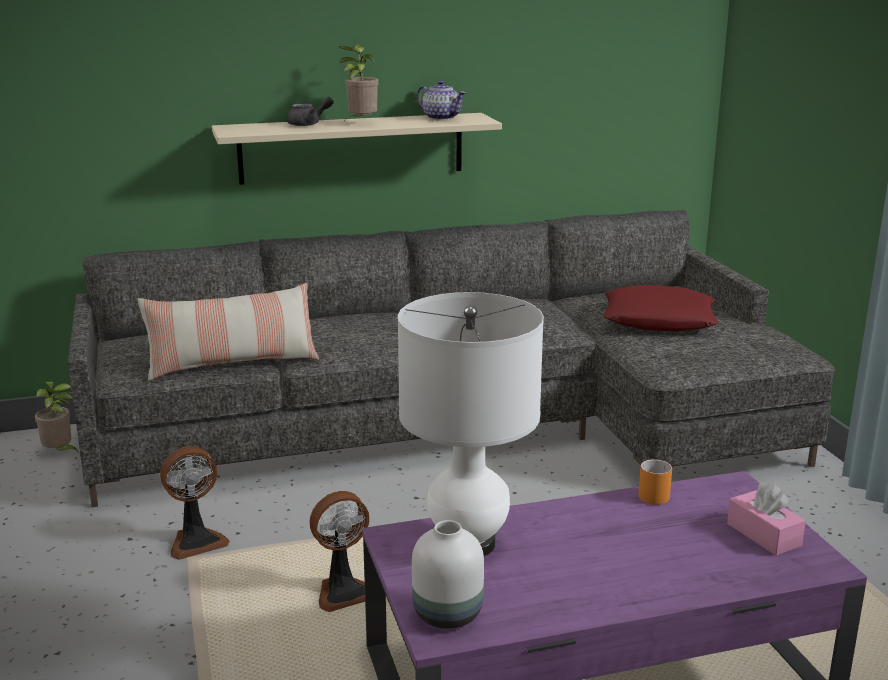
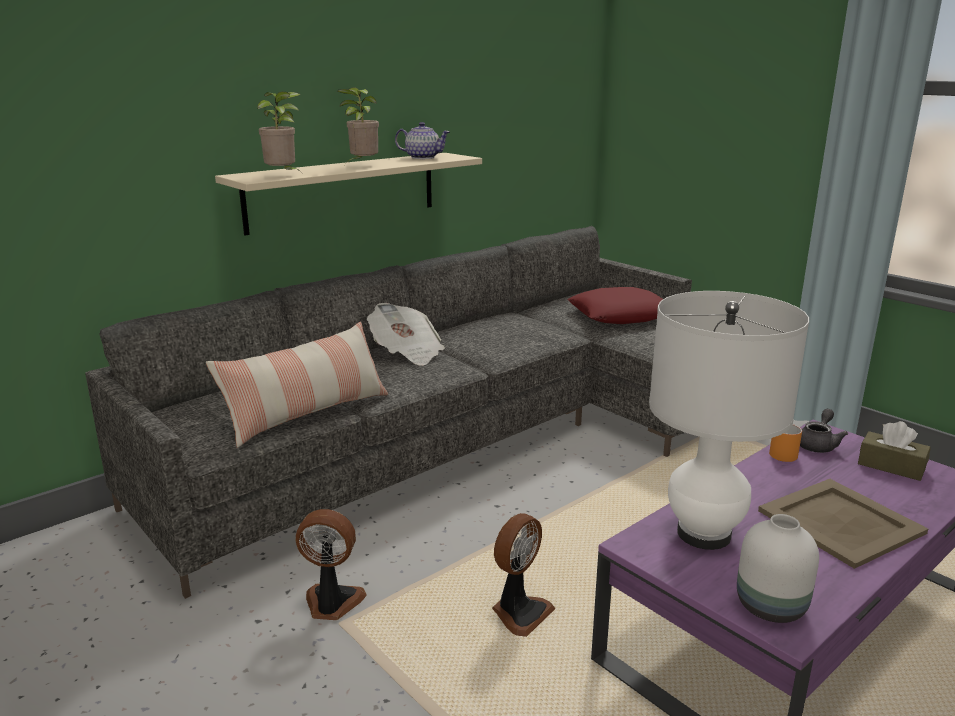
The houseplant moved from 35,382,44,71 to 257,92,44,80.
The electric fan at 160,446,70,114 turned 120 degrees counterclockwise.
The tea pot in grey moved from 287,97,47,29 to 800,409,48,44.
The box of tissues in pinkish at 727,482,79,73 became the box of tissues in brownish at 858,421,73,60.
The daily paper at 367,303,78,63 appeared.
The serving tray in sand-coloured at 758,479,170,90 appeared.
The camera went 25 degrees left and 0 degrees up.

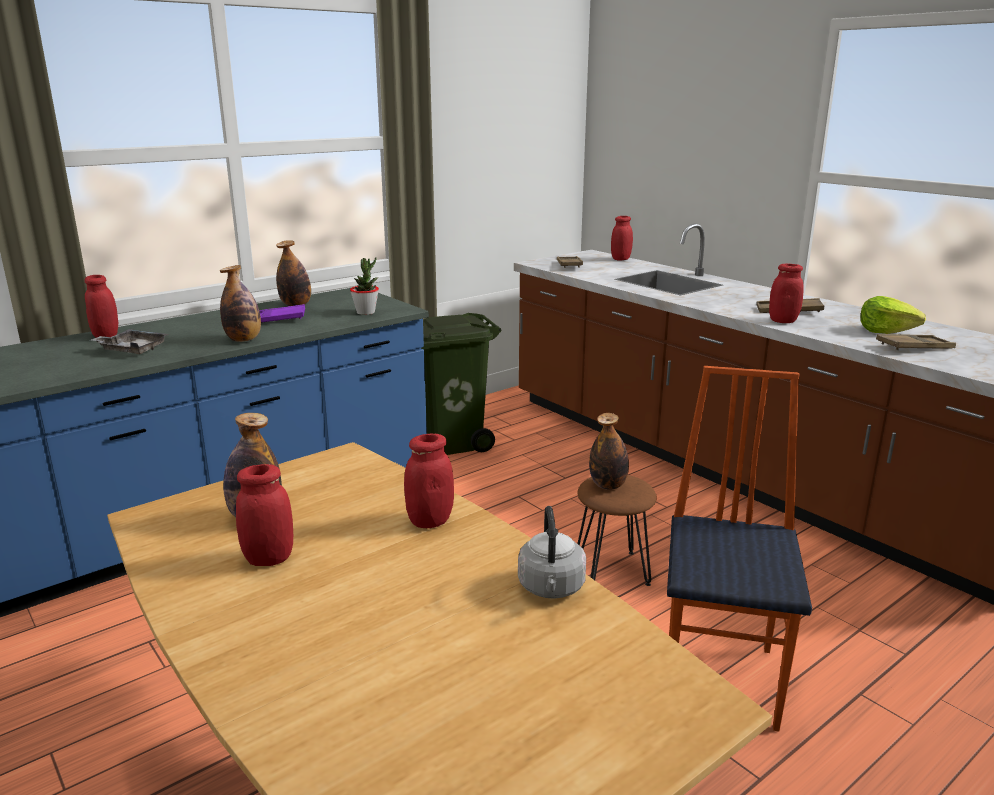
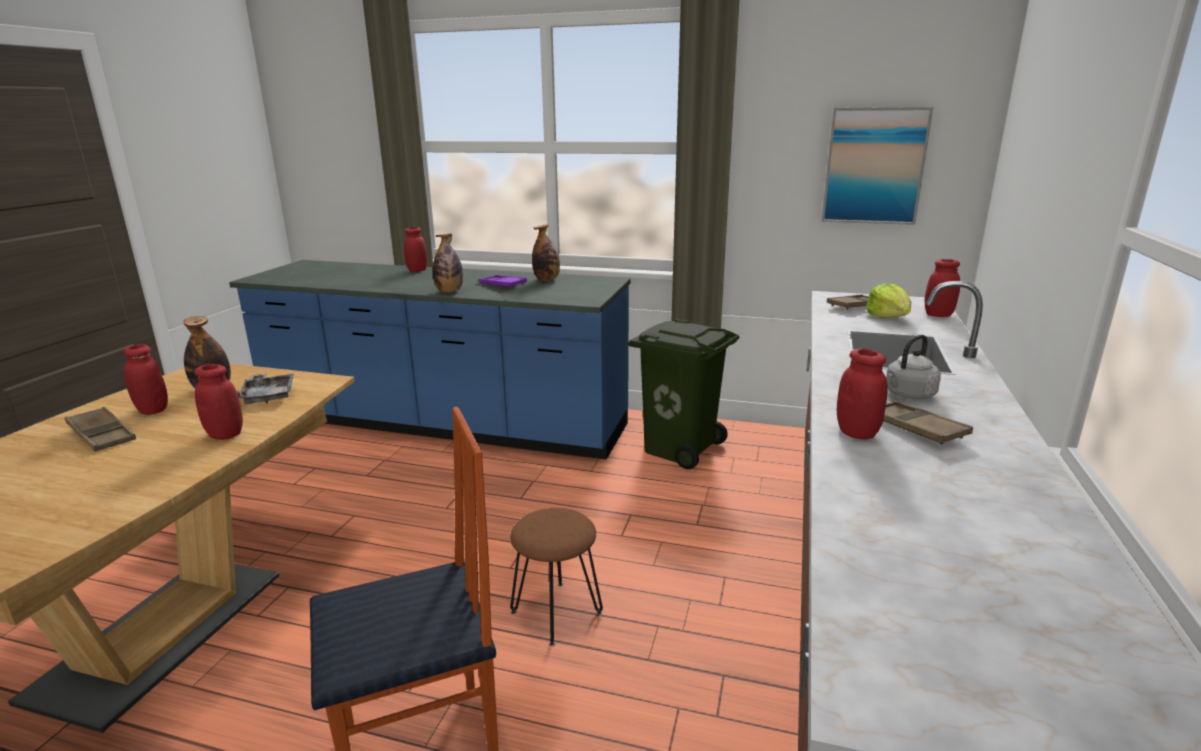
The serving tray in grey moved from 90,329,79,25 to 237,373,57,31.
The houseplant at 350,258,29,57 disappeared.
The tea kettle in grey moved from 518,506,68,93 to 886,335,55,64.
The drink bottle at 589,413,40,77 disappeared.
The lettuce moved from 861,296,65,38 to 866,283,45,35.
The serving tray in brownish moved from 876,334,80,16 to 65,407,71,45.
The picture at 822,107,111,118 appeared.
The camera went 55 degrees right and 0 degrees up.

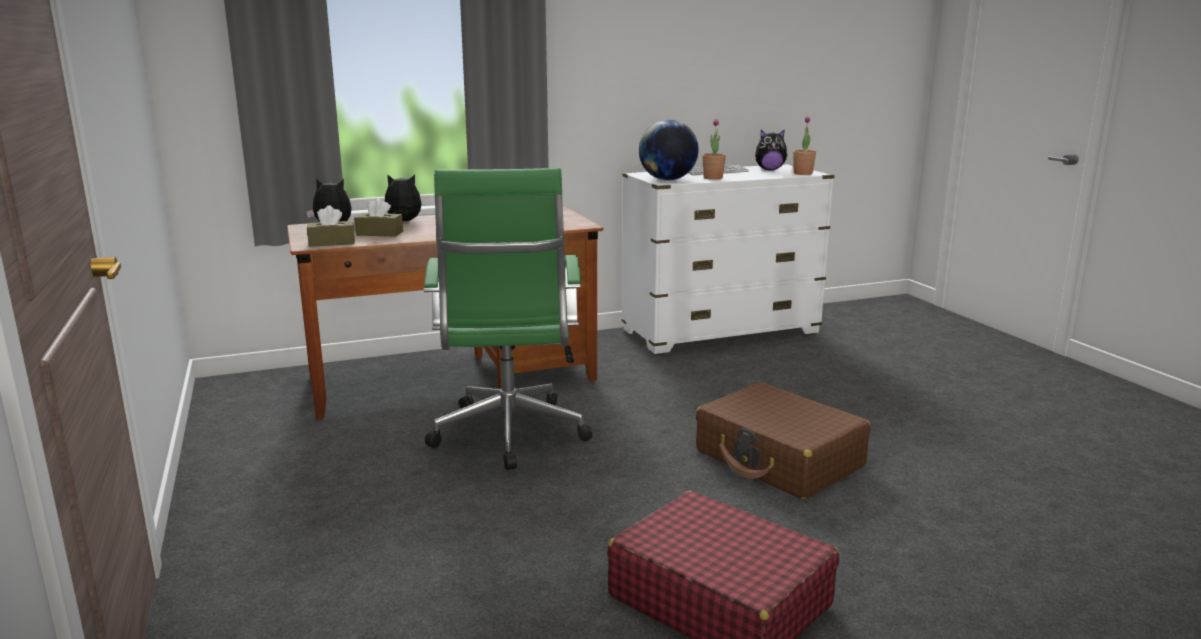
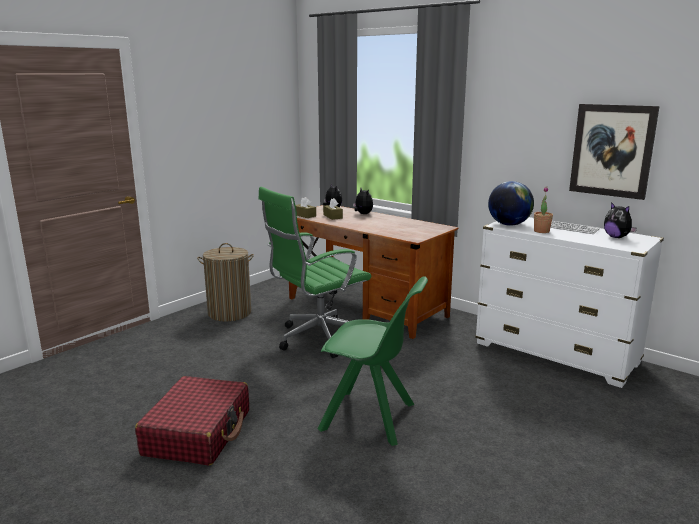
The piece of luggage in brownish at 696,382,174,118 was replaced by the plain chair in green-coloured at 317,276,111,170.
The houseplant at 793,116,23,59 disappeared.
The washing basket at 197,243,57,78 appeared.
The picture at 569,104,91,96 appeared.
The camera went 60 degrees right and 0 degrees up.

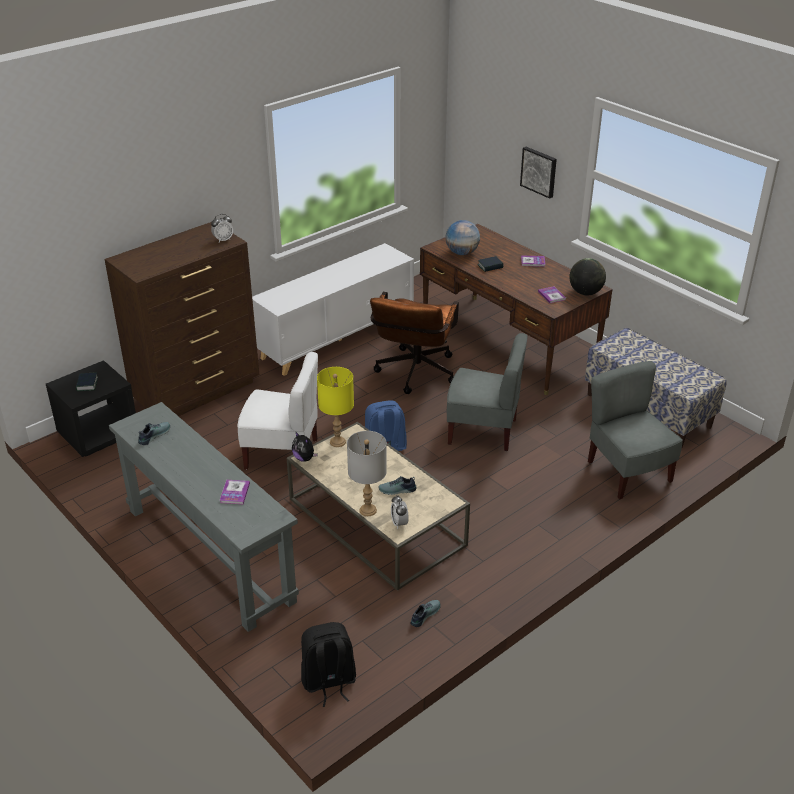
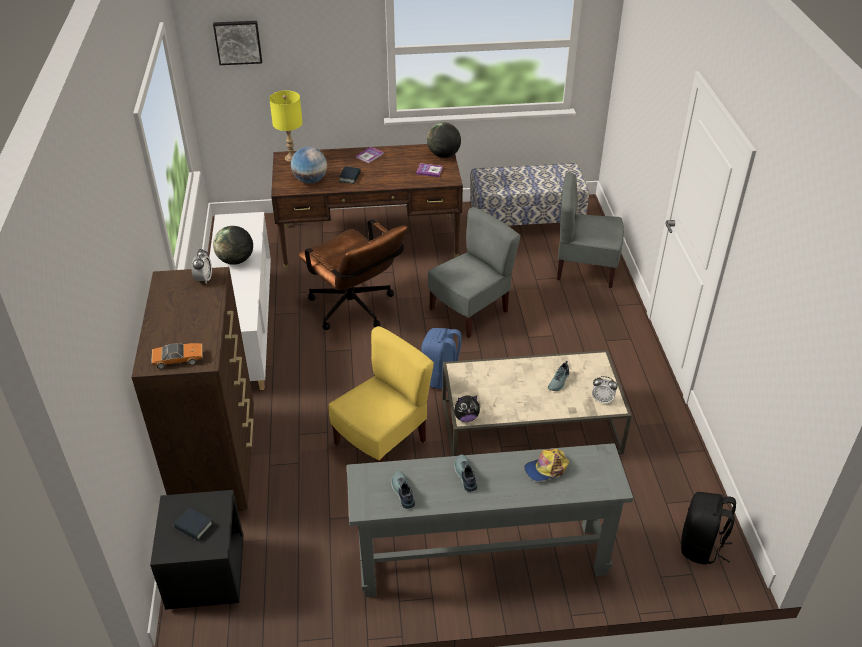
The bound book at 219,480,31,24 was replaced by the peaked cap at 524,449,45,32.
The plain chair in white-coloured at 237,352,81,118 became the plain chair in yellow at 329,326,105,136.
The table lamp in yellow moved from 317,367,37,80 to 269,90,34,72.
The table lamp in grey at 347,431,40,85 disappeared.
The shoe moved from 411,600,30,27 to 454,455,23,37.
The picture moved from 520,147,37,52 to 213,21,49,44.
The model car at 151,343,52,26 appeared.
The desk globe at 213,226,40,39 appeared.
The camera went 55 degrees left and 5 degrees up.

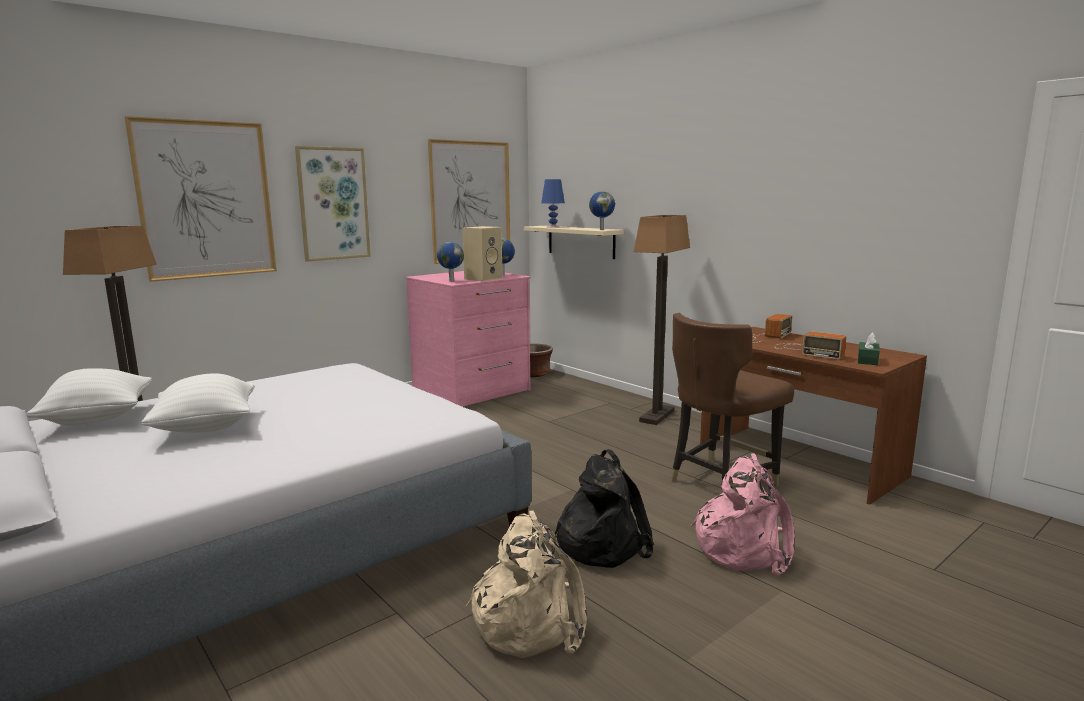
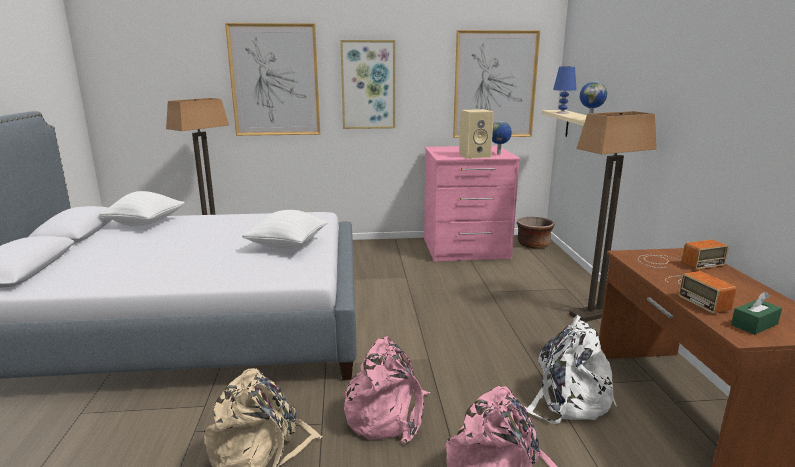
The pillow in white-coloured moved from 141,373,114,60 to 242,210,85,40.
The desk globe at 437,242,27,40 disappeared.
The backpack in black-coloured at 554,449,100,119 became the backpack in pinkish at 343,336,87,108.
The plain chair in brownish at 670,313,124,180 was replaced by the backpack in white-coloured at 524,315,93,109.
The camera went 35 degrees right and 5 degrees up.

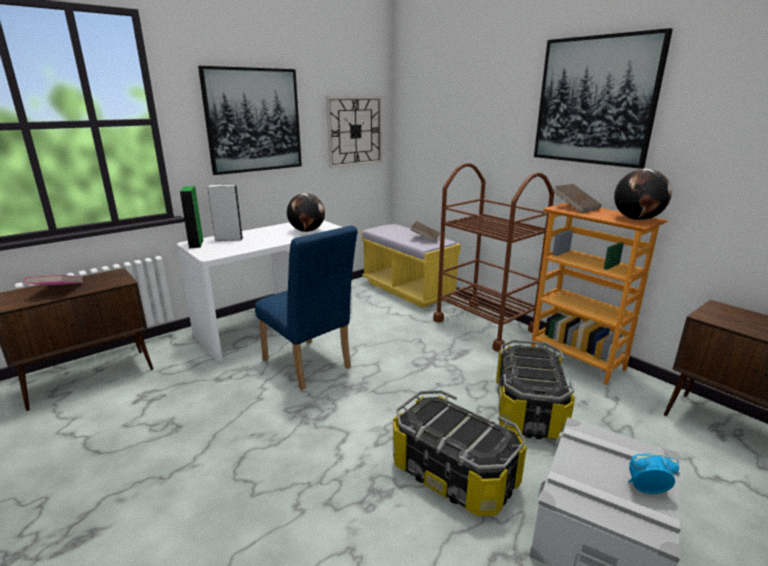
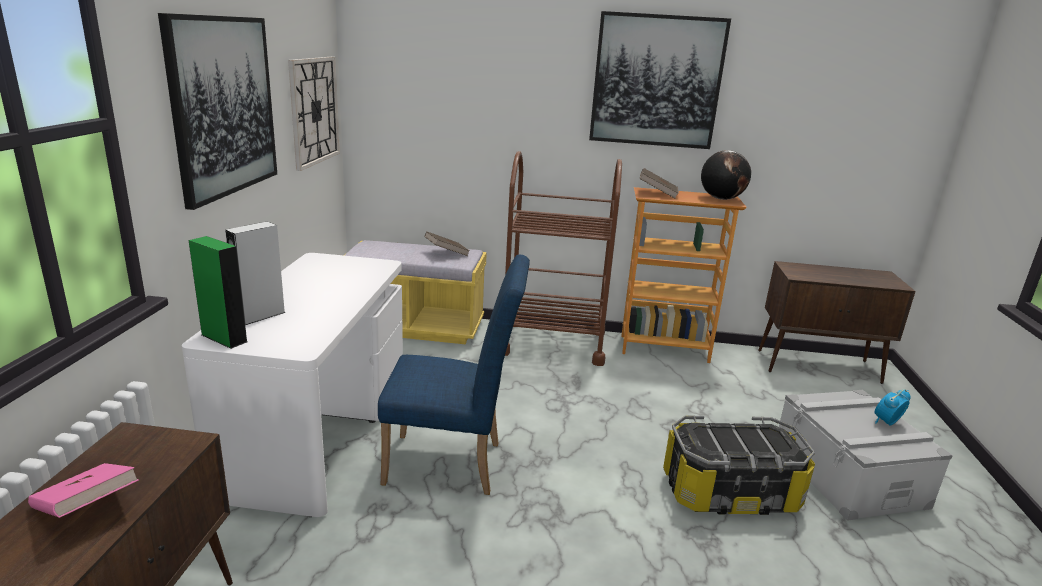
The desk globe at 287,193,38,39 disappeared.
The storage bin at 496,340,79,99 disappeared.
The camera went 45 degrees left and 0 degrees up.

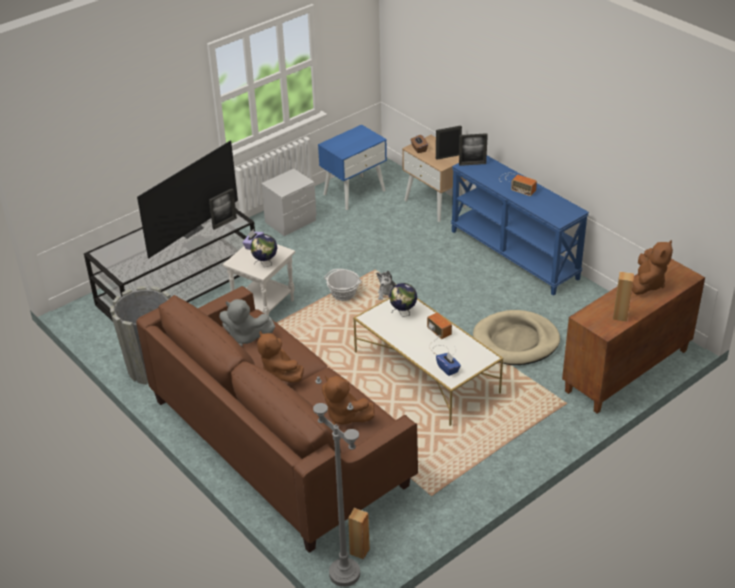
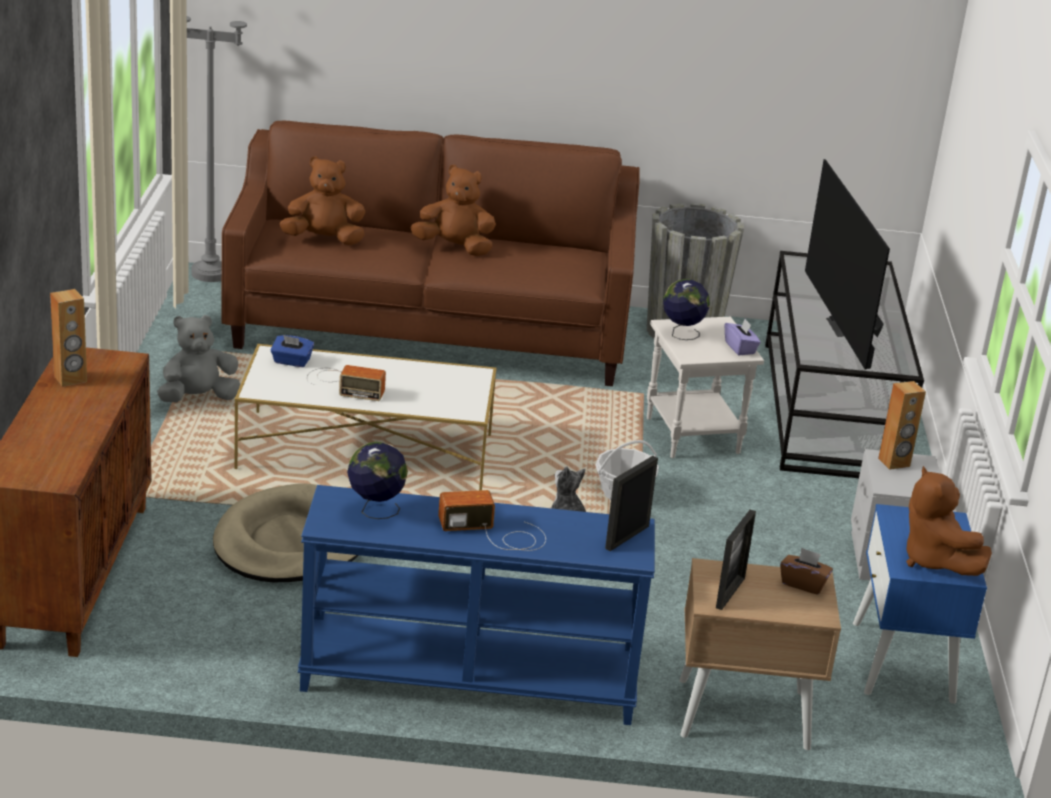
The photo frame at 209,188,28,42 disappeared.
The plush toy in grey moved from 219,299,56,48 to 157,315,83,88.
The audio speaker in brownish moved from 348,508,22,51 to 878,381,48,89.
The desk globe moved from 389,283,28,34 to 347,442,61,77.
The plush toy in brownish moved from 632,240,41,55 to 906,466,86,110.
The camera went 130 degrees right and 10 degrees down.

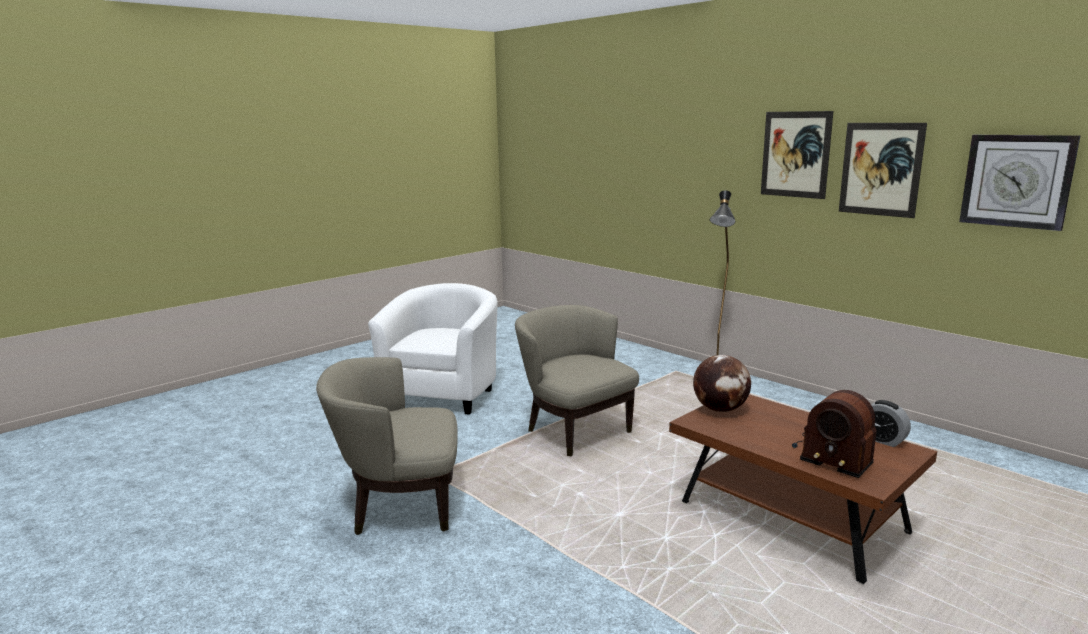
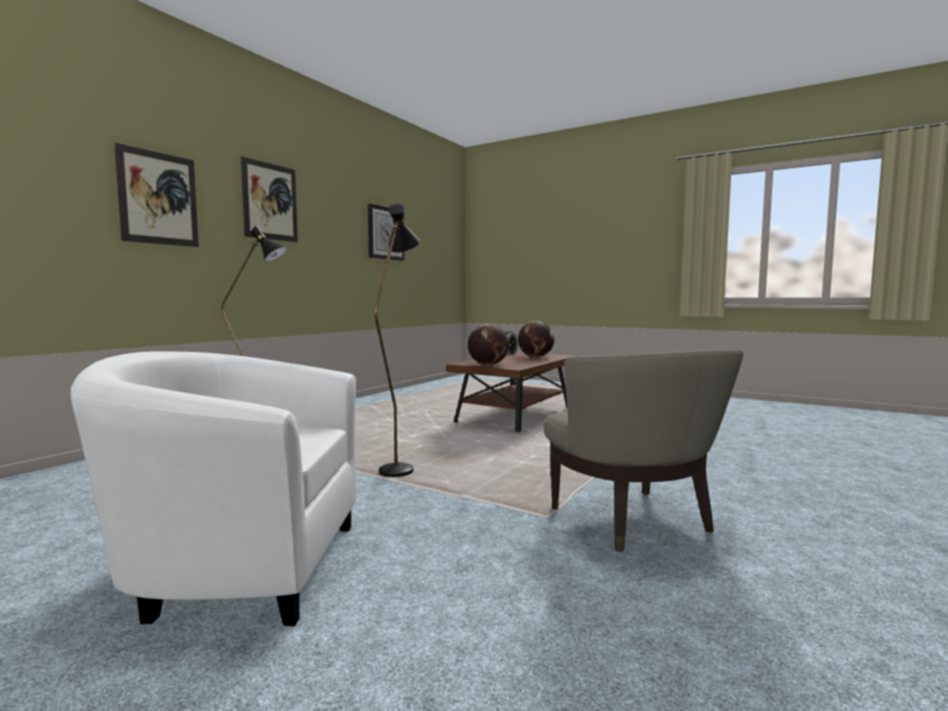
The easy chair in sand-coloured at 515,305,124,152 was replaced by the floor lamp in black-coloured at 375,204,45,273.
The radio at 792,390,85,88 was replaced by the desk globe at 518,321,37,37.
The picture moved from 839,123,88,95 to 114,143,85,104.
The camera went 105 degrees left and 10 degrees down.

